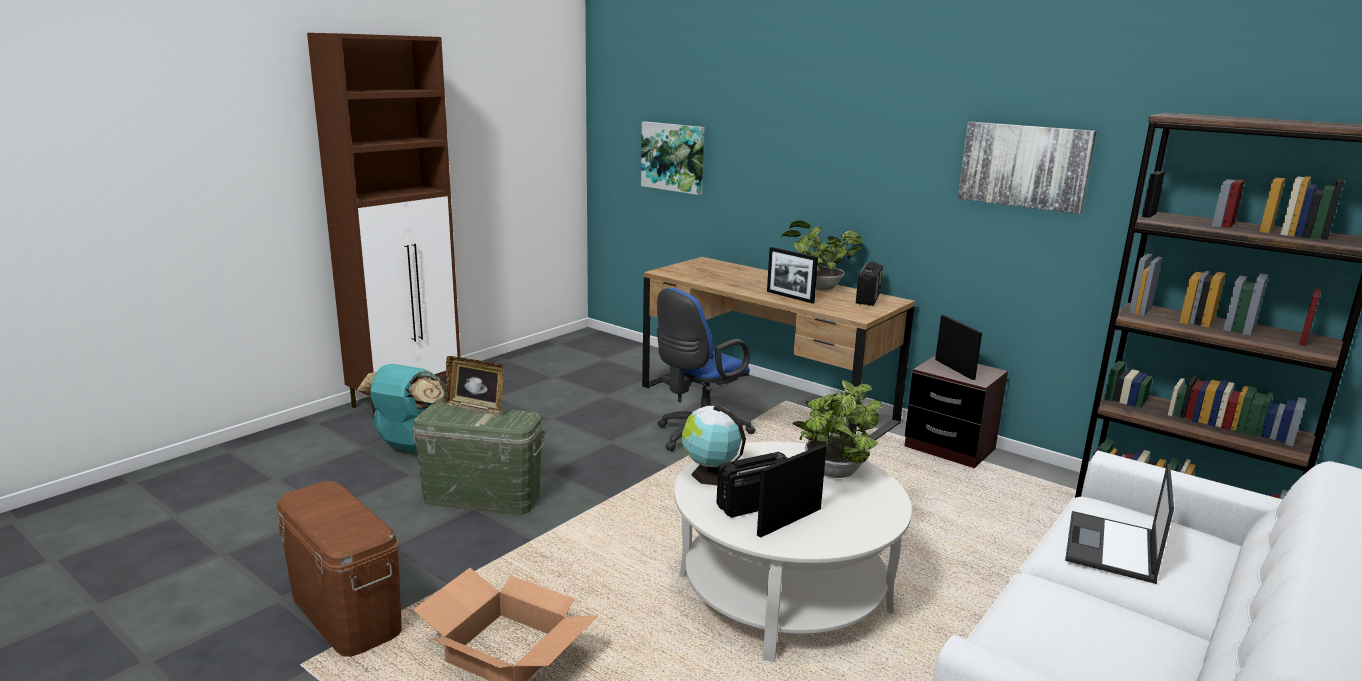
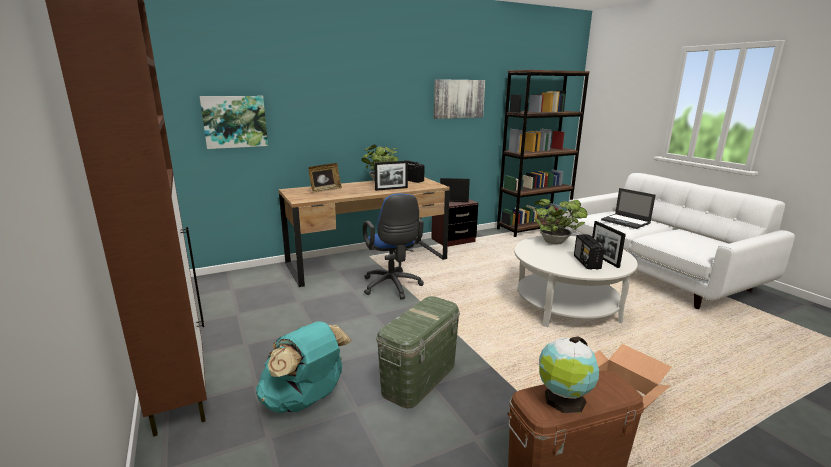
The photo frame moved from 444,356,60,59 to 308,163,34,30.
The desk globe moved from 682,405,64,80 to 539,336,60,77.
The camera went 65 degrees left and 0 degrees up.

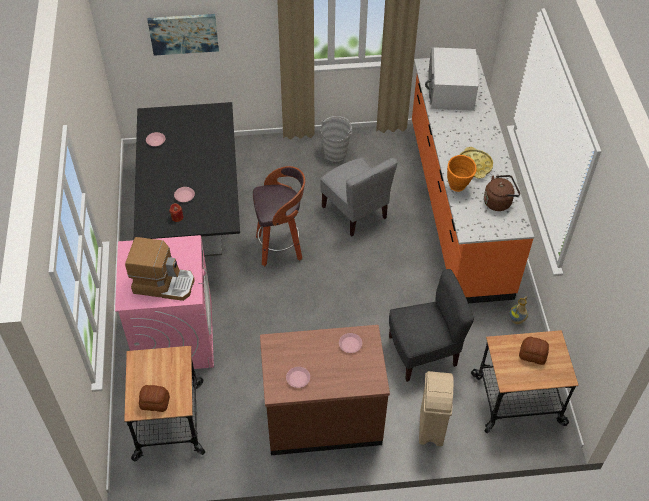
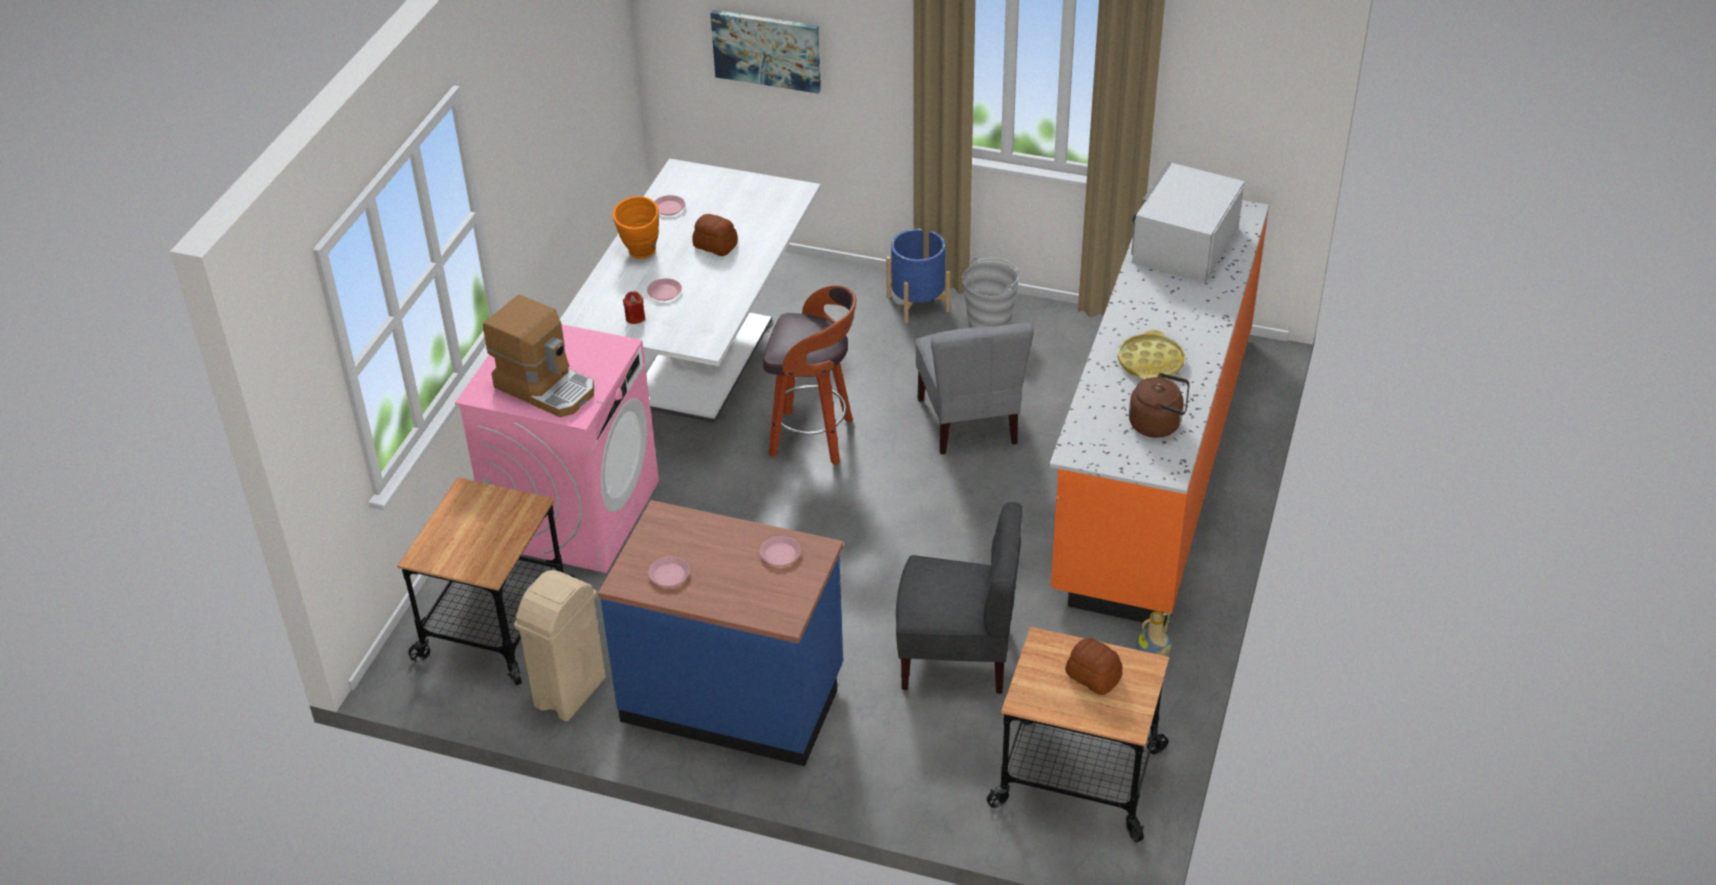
The dining table in black-coloured at 134,102,106,155 became the dining table in white-coloured at 560,158,261,265.
The bakery bread moved from 139,385,31,27 to 692,214,46,42.
The counter in brownish at 260,325,130,130 became the counter in blue-coloured at 598,500,245,266.
The waste bin in sand-coloured moved from 419,371,35,75 to 514,570,92,152.
The flower vase in orangey moved from 447,155,30,37 to 612,196,47,63.
The flower pot in blue-coloured at 886,229,64,94 appeared.
The camera went 25 degrees right and 10 degrees down.

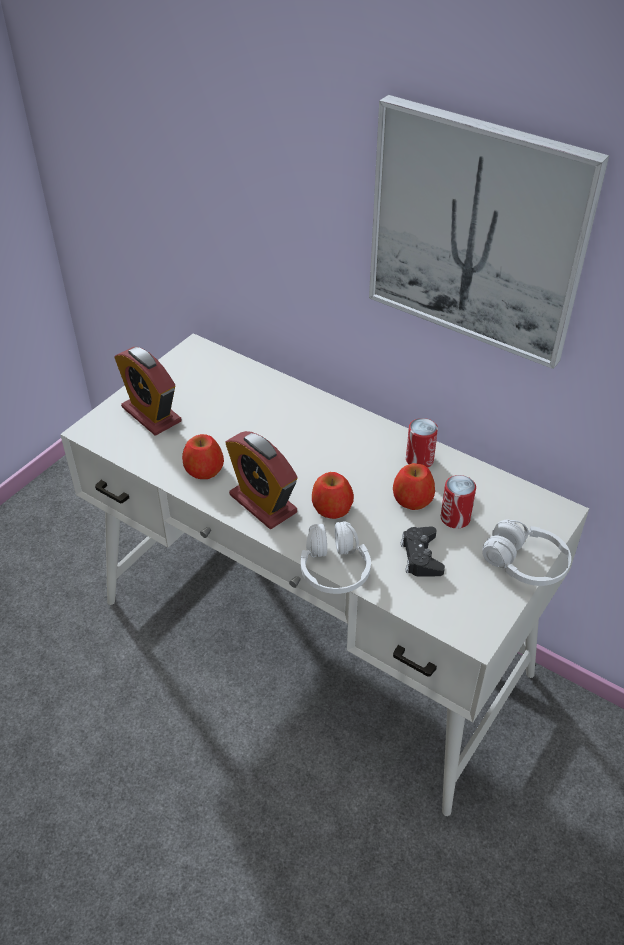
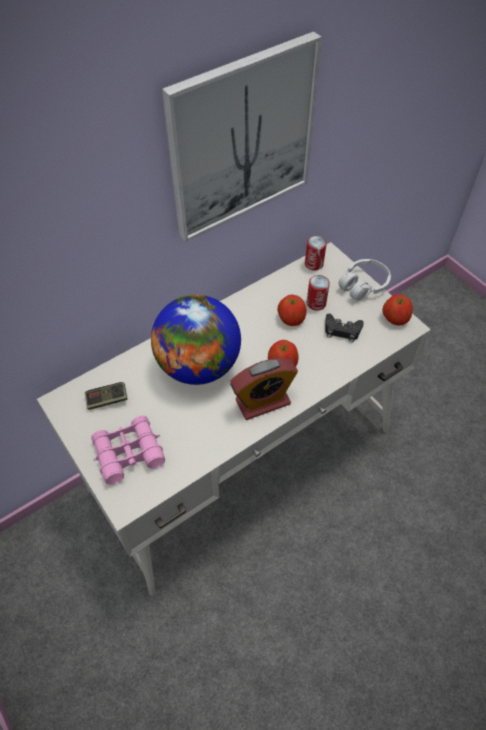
The alarm clock at 114,347,67,89 was replaced by the binoculars in pinkish at 91,415,74,70.
The whole apple moved from 182,434,42,45 to 382,294,31,32.
The headset in white-coloured at 301,521,70,73 disappeared.
The sealed can moved from 406,418,32,50 to 305,236,22,34.
The joypad at 85,382,43,28 appeared.
The desk globe at 151,295,90,90 appeared.
The camera went 70 degrees left and 10 degrees up.

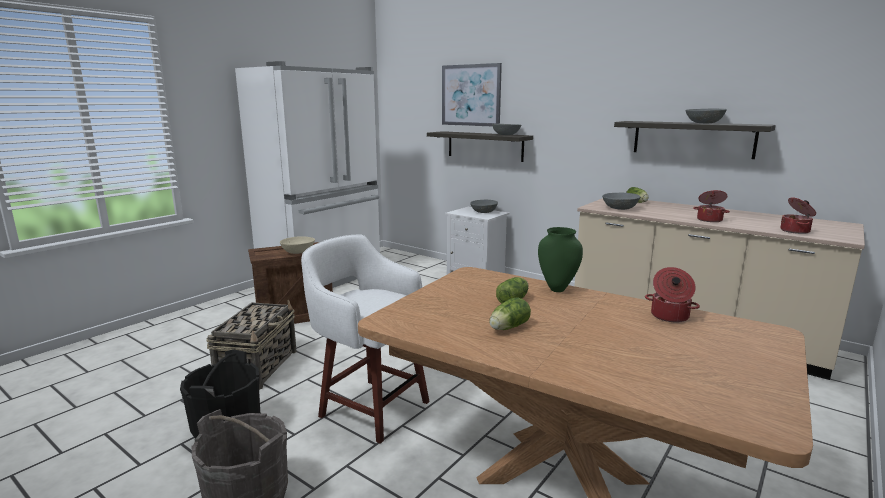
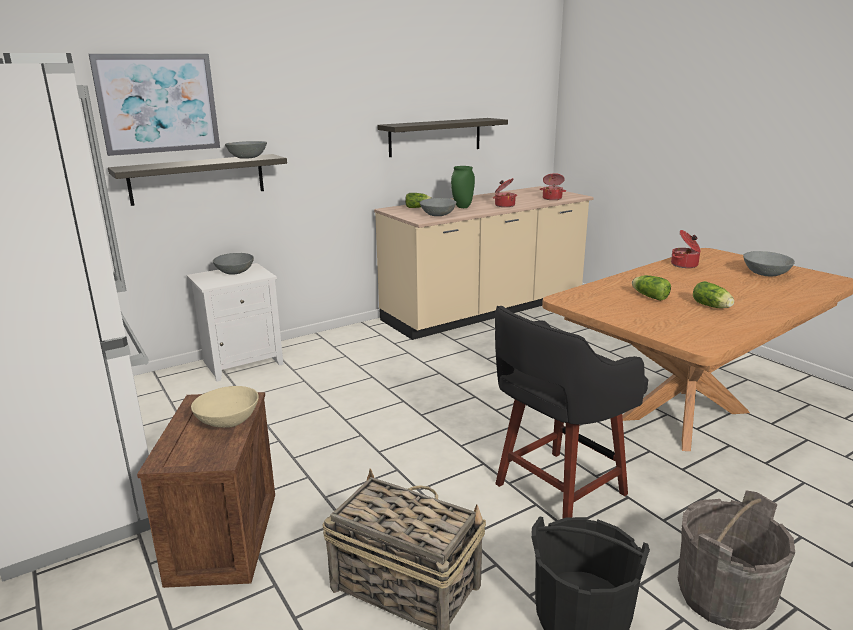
The sitting stool in white-coloured at 301,235,129,209 became the sitting stool in black-coloured at 495,306,153,213.
The flower vase in green-coloured moved from 538,227,45,65 to 451,166,24,42.
The bowl in grey moved from 685,109,42,14 to 743,251,52,25.
The camera went 70 degrees left and 5 degrees up.

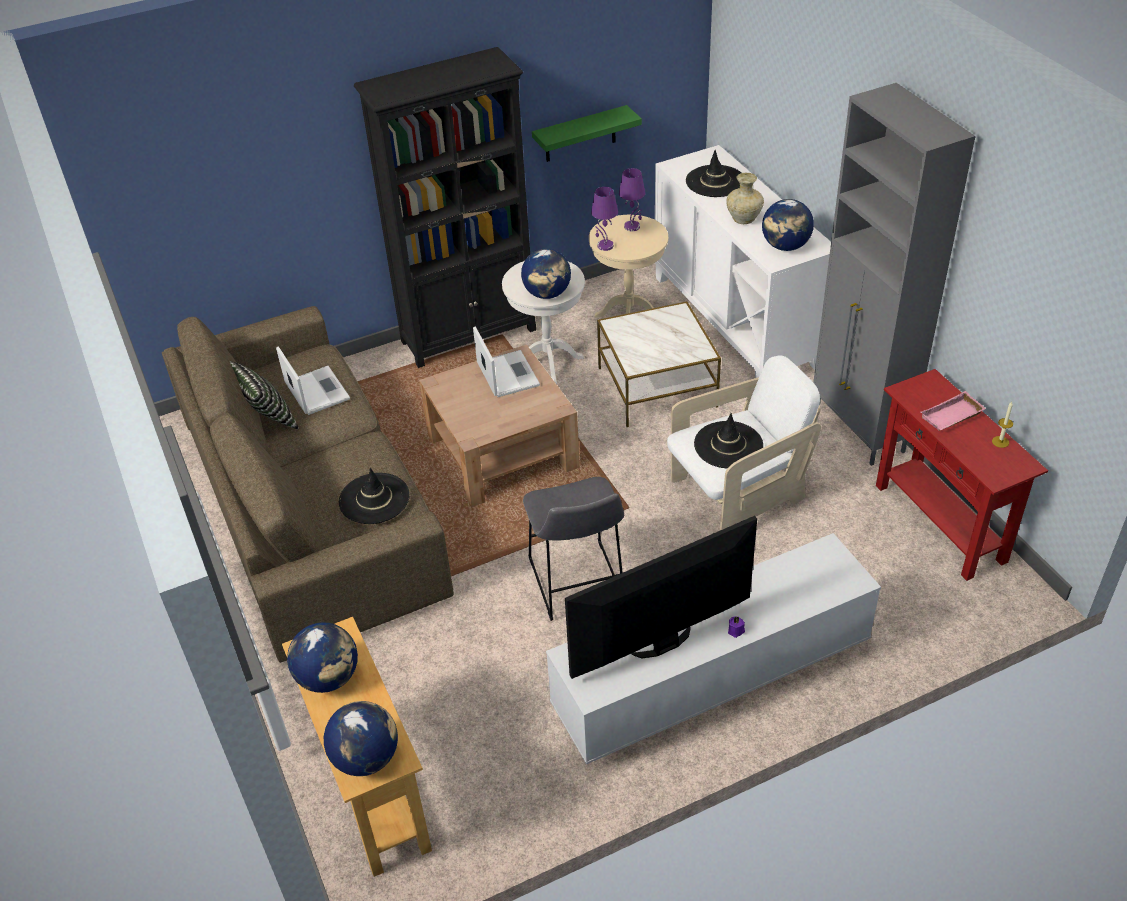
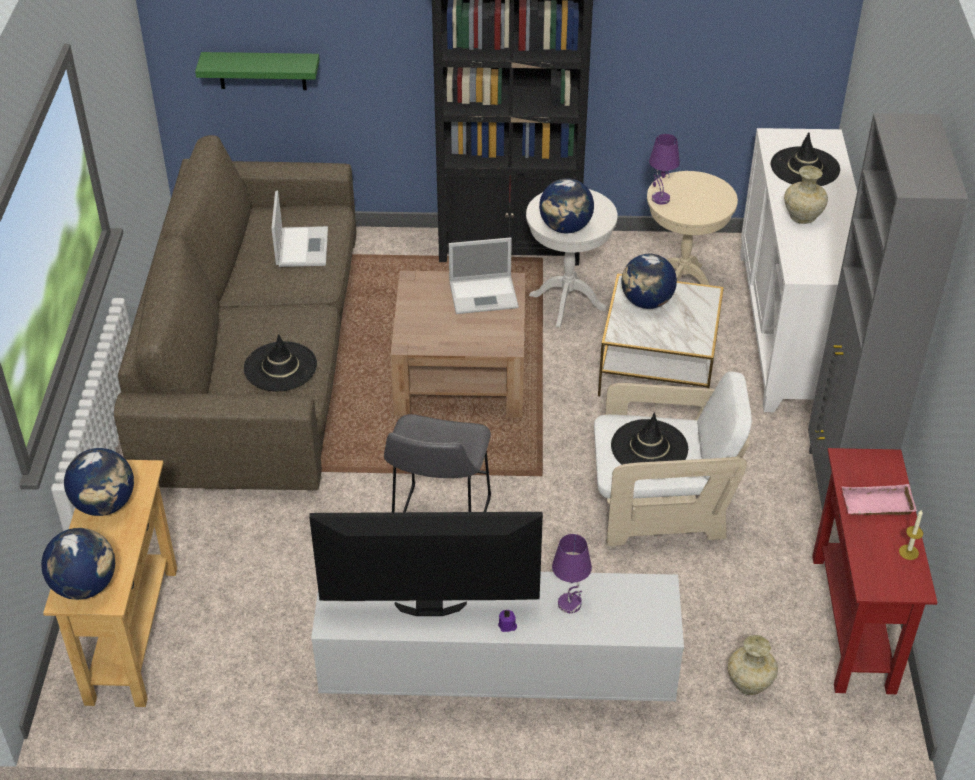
The pillow at 230,361,69,68 disappeared.
The laptop at 473,326,67,71 turned 75 degrees clockwise.
The bracket shelf in green-coloured moved from 532,105,110,57 to 195,52,125,38.
The table lamp in purplish moved from 619,168,26,63 to 552,534,40,79.
The desk globe moved from 762,199,52,52 to 621,254,56,55.
The flower vase in sand-coloured at 728,635,50,60 appeared.
The camera went 25 degrees right and 0 degrees up.

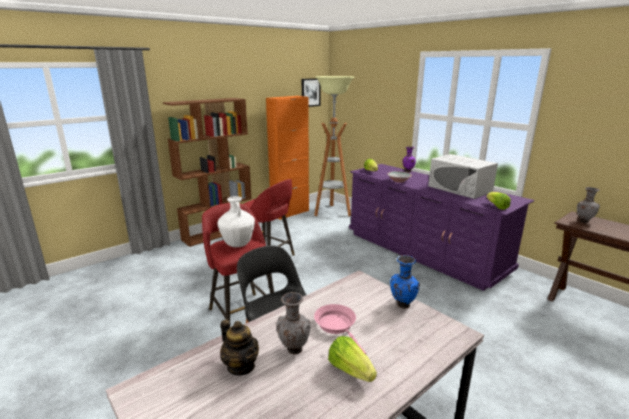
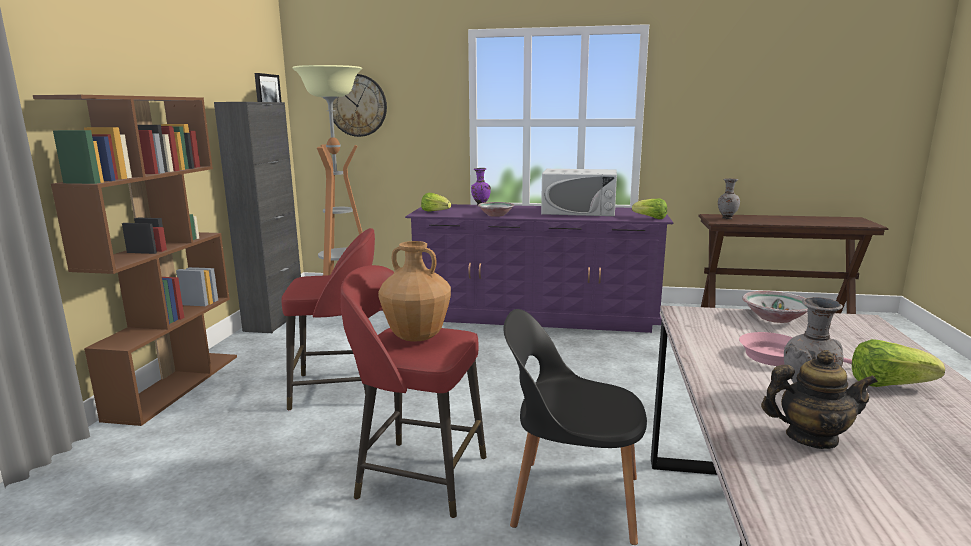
The flower vase in white-coloured at 217,196,38,51 became the flower vase in brownish at 378,241,73,101.
The cupboard in orangey at 266,96,43,124 became the cupboard in black-coloured at 214,102,87,231.
The flower vase in blue-coloured at 390,255,30,54 was replaced by the bowl at 742,291,66,32.
The clock on the wall at 333,74,54,63 appeared.
The camera went 40 degrees left and 5 degrees down.

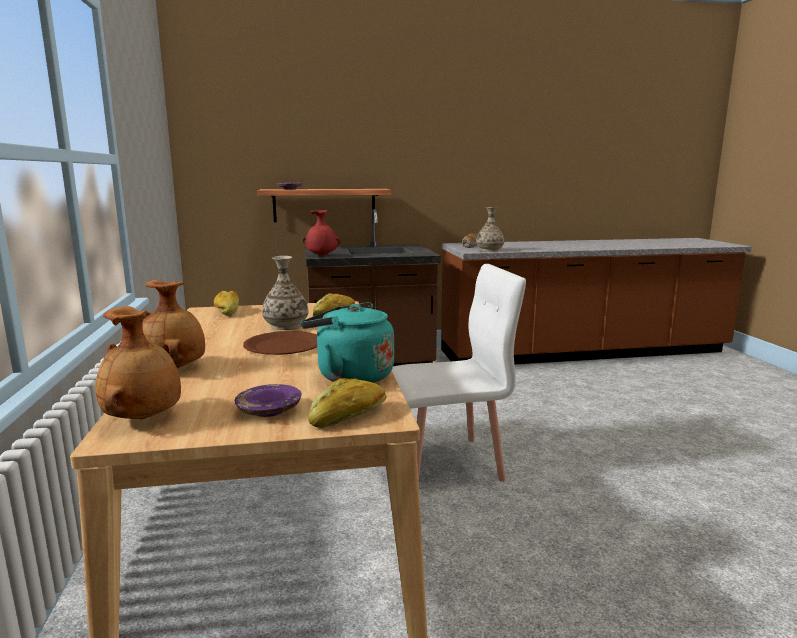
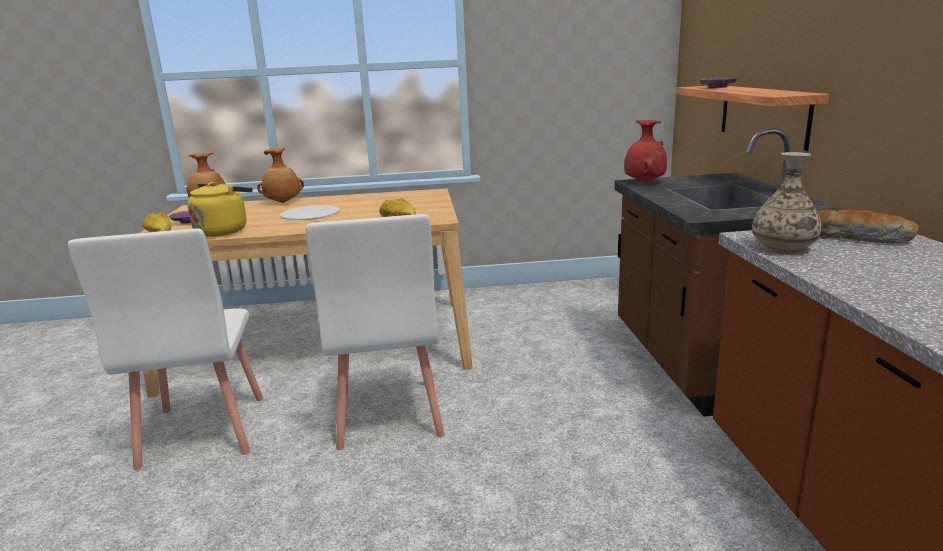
The bakery bread at 214,291,25,25 disappeared.
The flat dish in brownish at 243,331,74,24 became the flat dish in white-coloured at 280,205,60,15.
The flower vase at 262,256,47,74 disappeared.
The tea kettle in turquoise-coloured at 301,302,93,81 became the tea kettle in yellow at 187,182,66,55.
The plain chair in white-coloured at 68,229,195,241 appeared.
The camera went 95 degrees right and 5 degrees up.

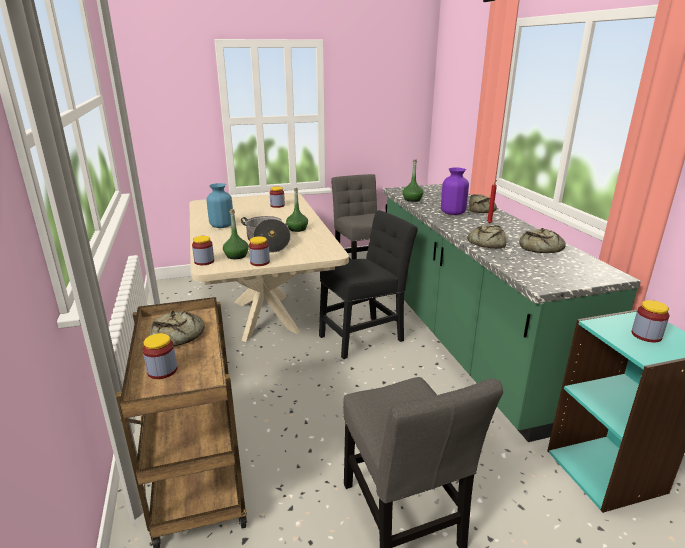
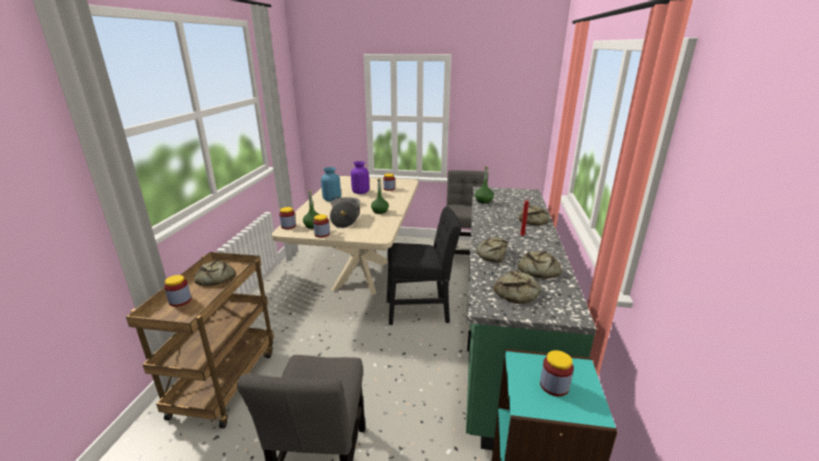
The flower vase in purplish moved from 441,168,28,47 to 351,161,18,33.
The bakery bread at 493,271,48,33 appeared.
The camera went 25 degrees right and 0 degrees up.

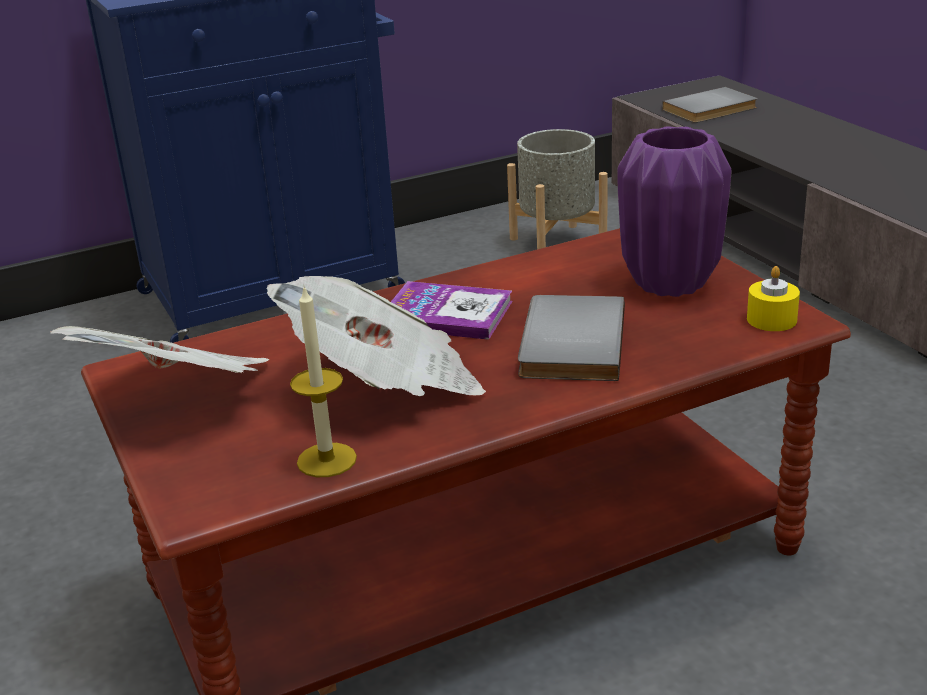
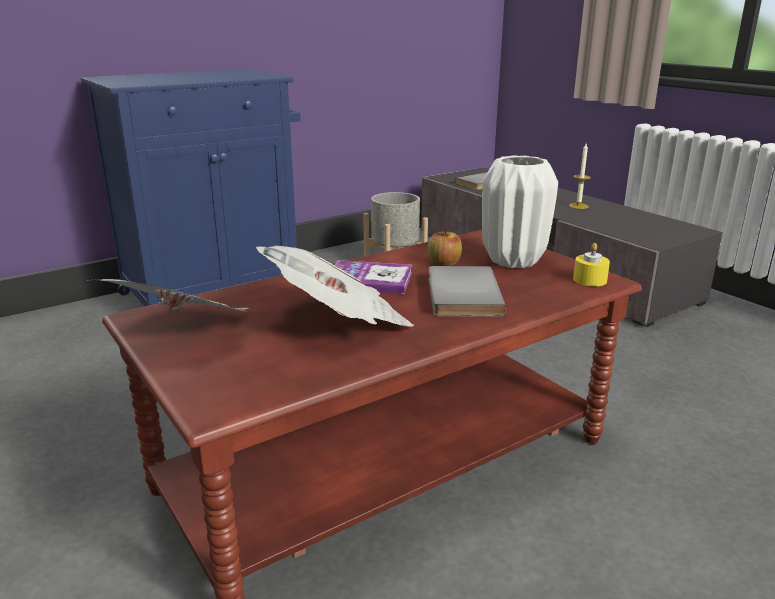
The candle moved from 290,286,67,191 to 569,144,22,65.
The flower vase in purplish at 617,126,114,171 became the flower vase in white-coloured at 482,155,76,113.
The whole apple at 428,229,34,37 appeared.
The camera went 10 degrees left and 5 degrees down.

